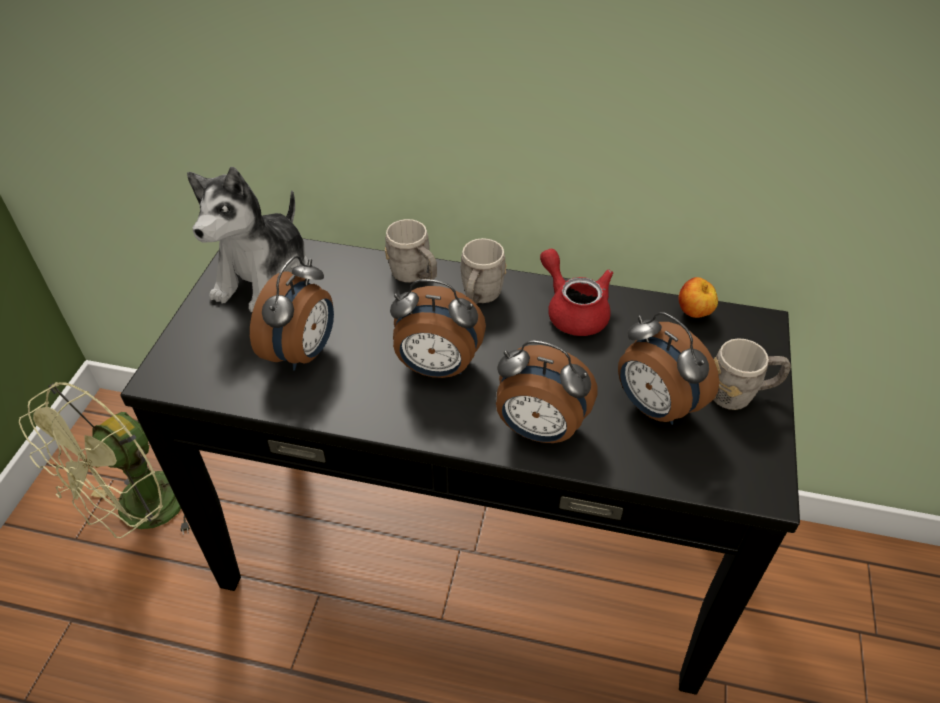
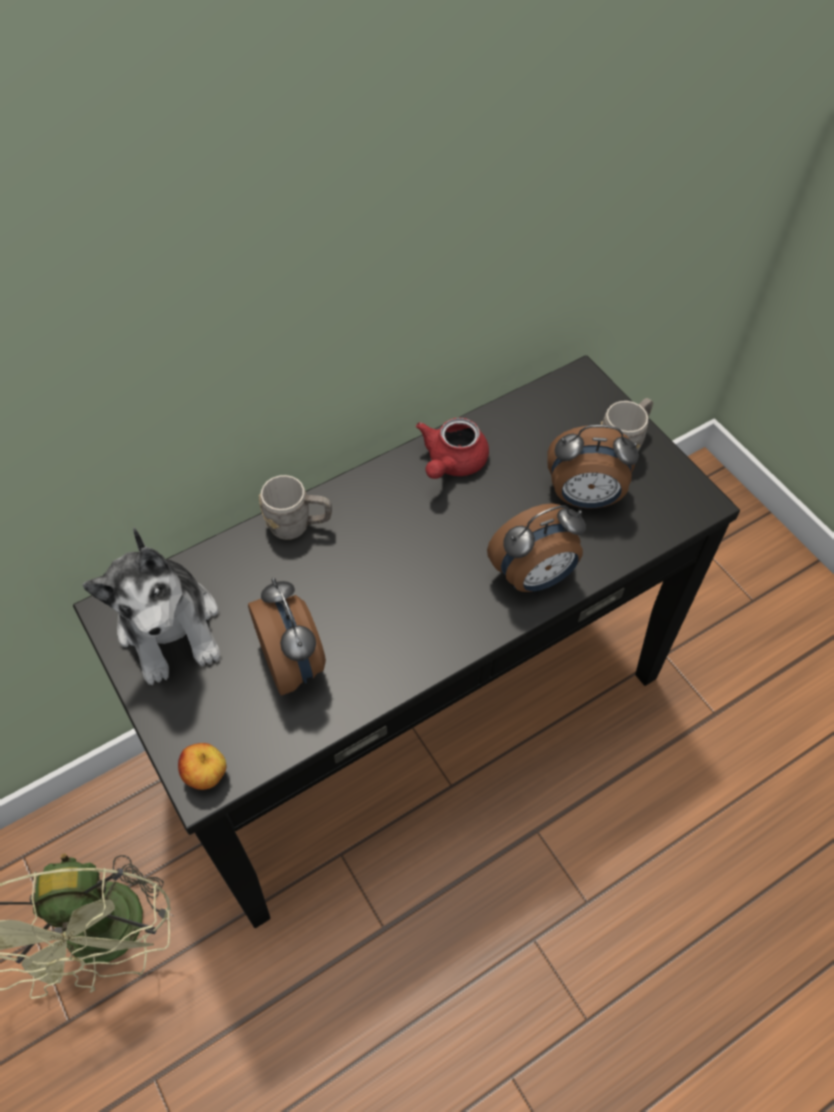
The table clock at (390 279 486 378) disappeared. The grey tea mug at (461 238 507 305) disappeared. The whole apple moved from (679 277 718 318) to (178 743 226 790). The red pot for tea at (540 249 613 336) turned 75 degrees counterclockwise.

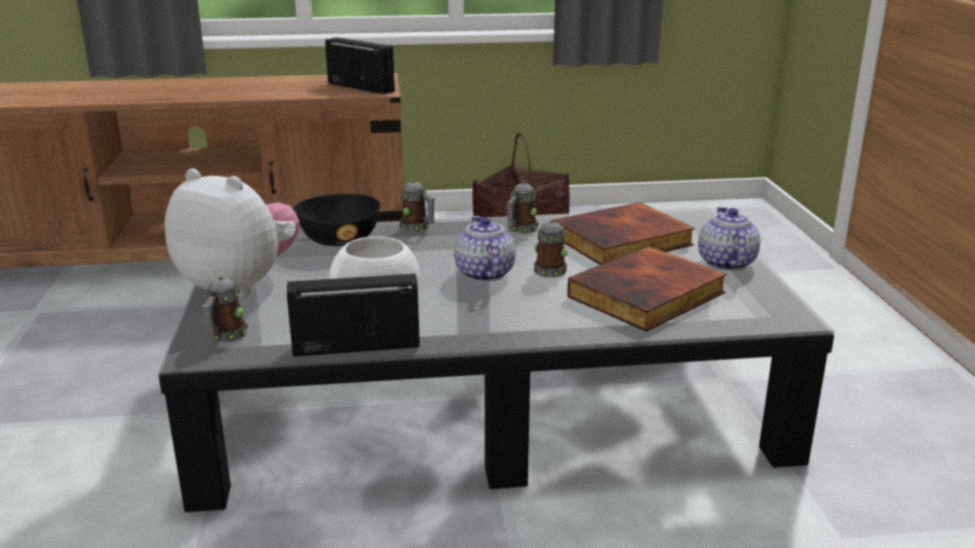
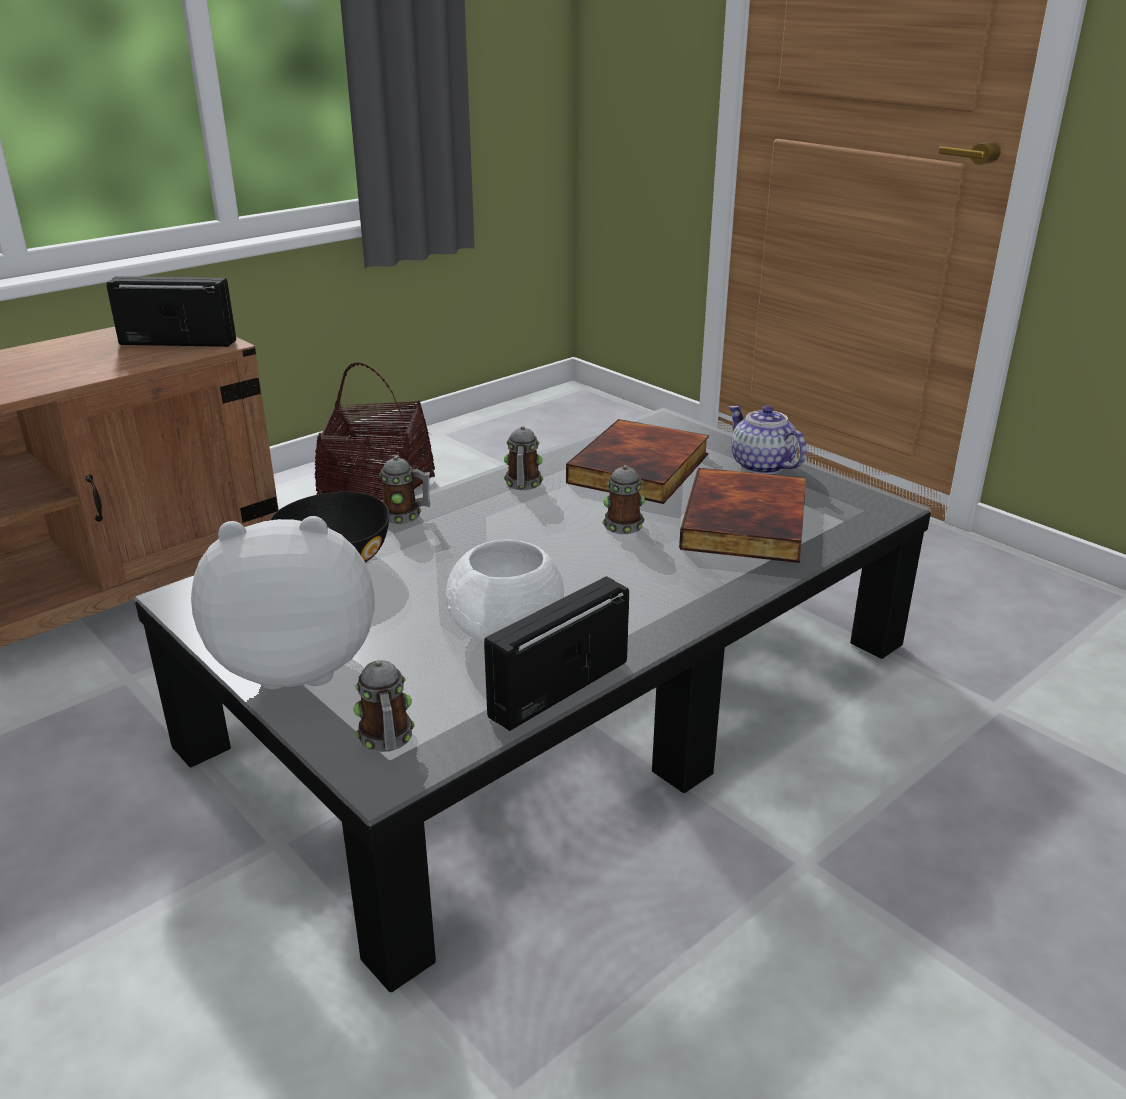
The pot for tea at (454 216 516 282) disappeared.

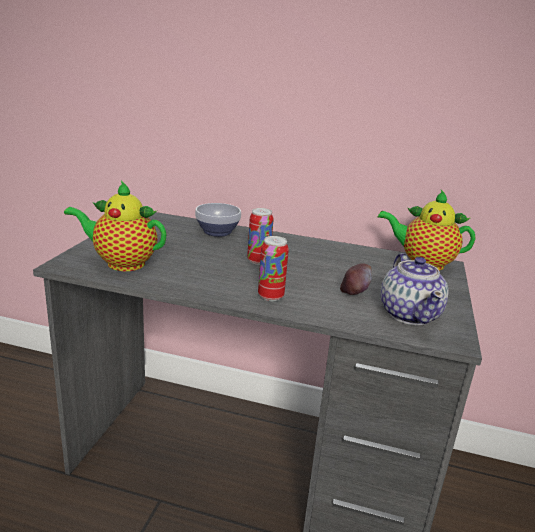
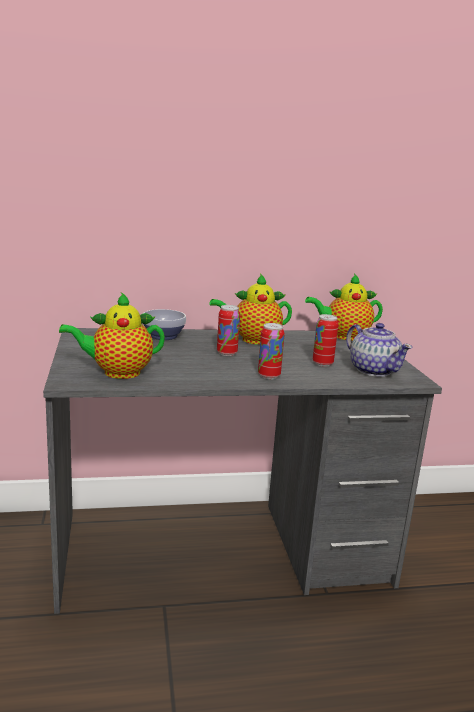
The pot for tea at (209 274 292 345) appeared. The whole apple at (340 263 372 295) was replaced by the metal can at (313 314 339 366).

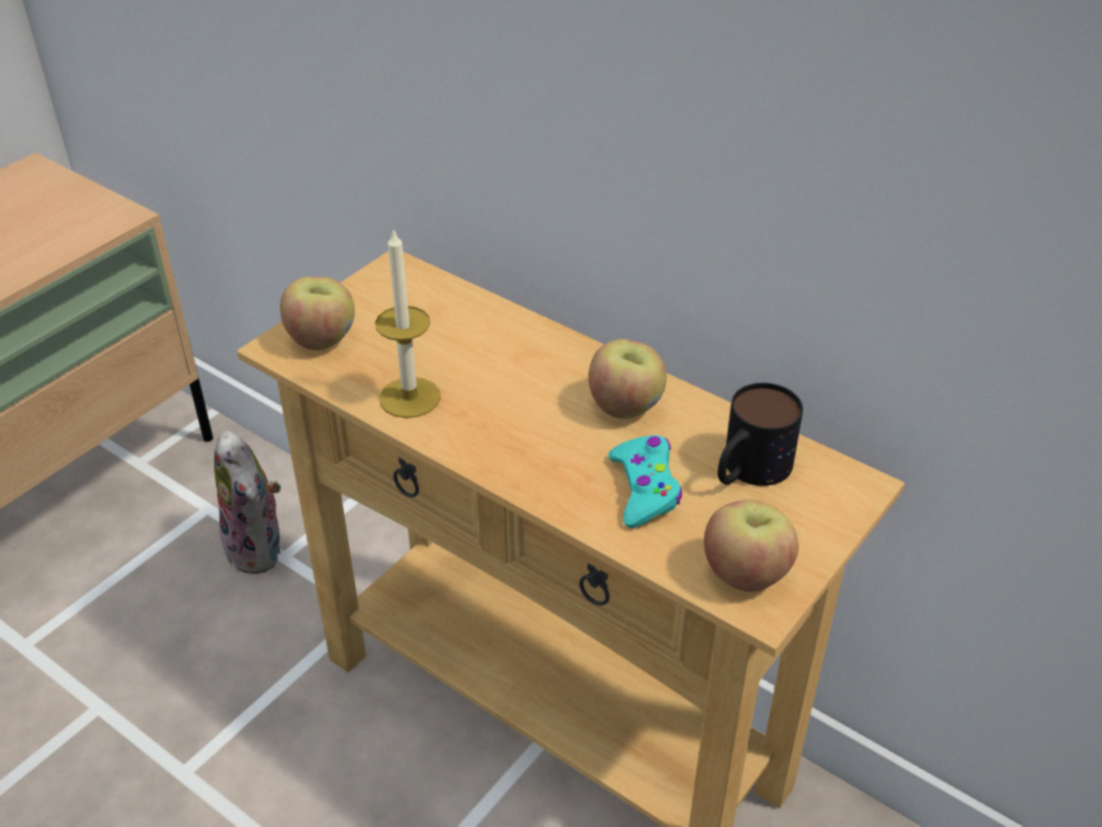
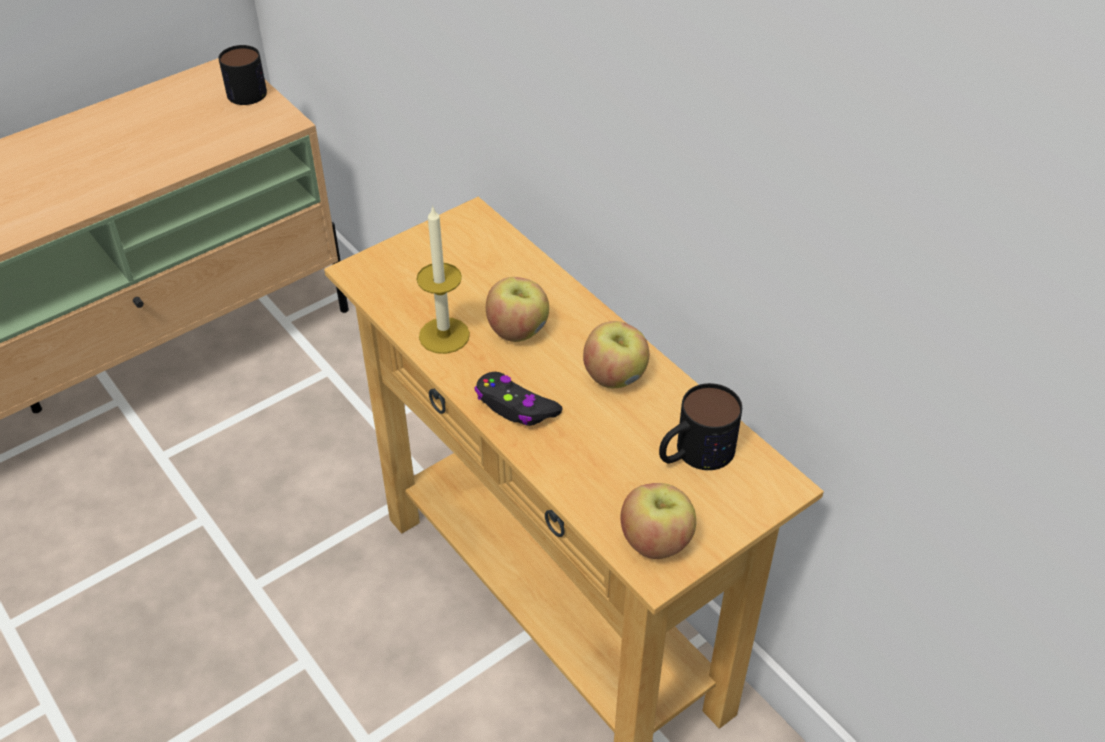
The soft toy at (214 431 281 574) disappeared. The turquoise-coloured gamepad at (608 435 682 528) disappeared. The tea mug at (218 45 267 105) appeared. The black-coloured gamepad at (474 372 563 426) appeared. The whole apple moved from (280 276 355 350) to (486 277 549 342).

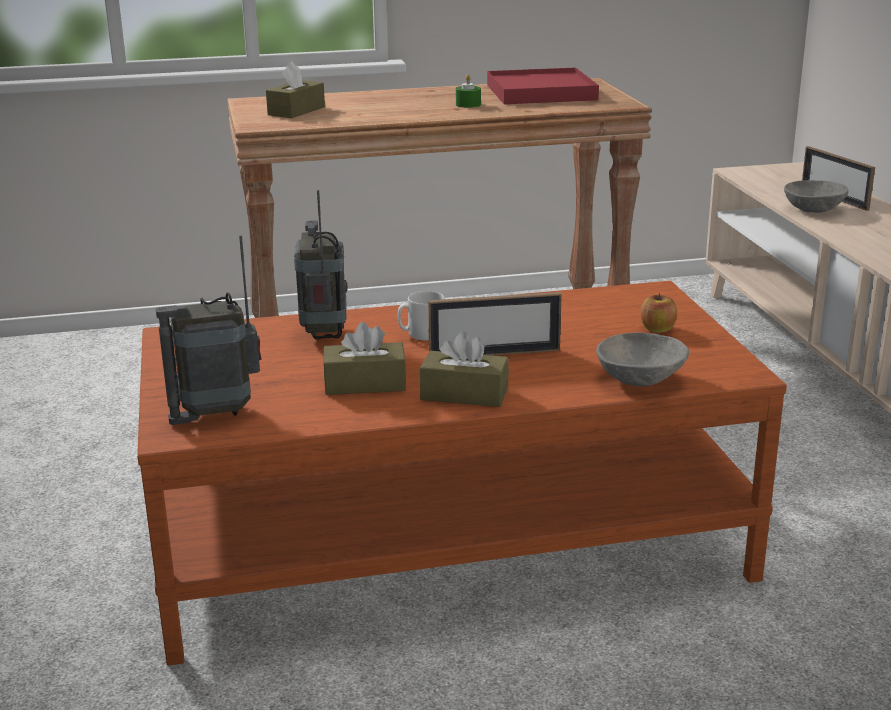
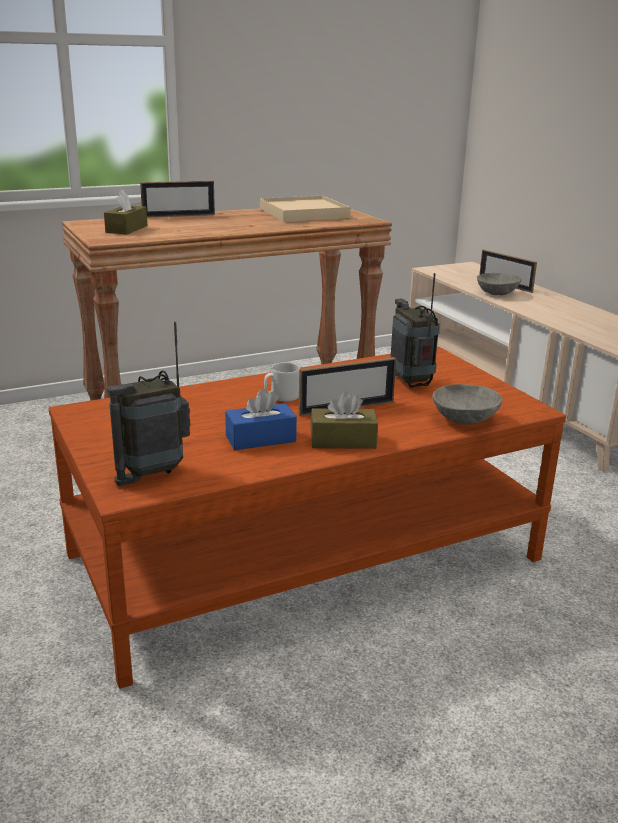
The green-coloured wax light at (456 74 481 108) disappeared. The whole apple at (641 293 677 333) disappeared. The standing frame at (140 181 215 217) appeared. The radio receiver moved from (294 190 348 340) to (390 273 440 388). The brown tissue box at (323 322 406 395) became the blue-coloured tissue box at (225 389 297 450). The red serving tray at (487 68 599 104) became the beige serving tray at (260 196 351 222).

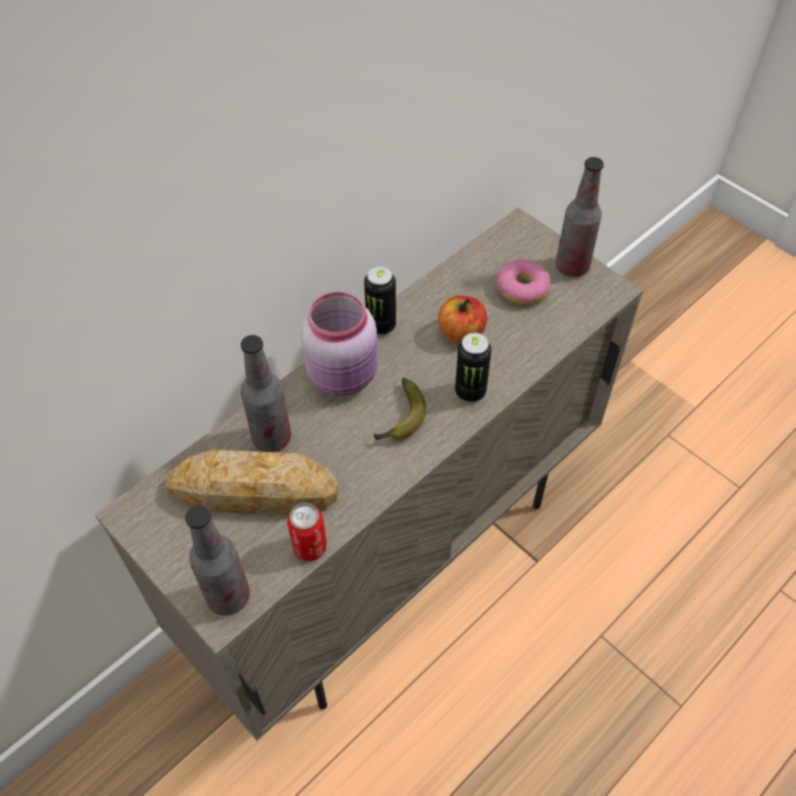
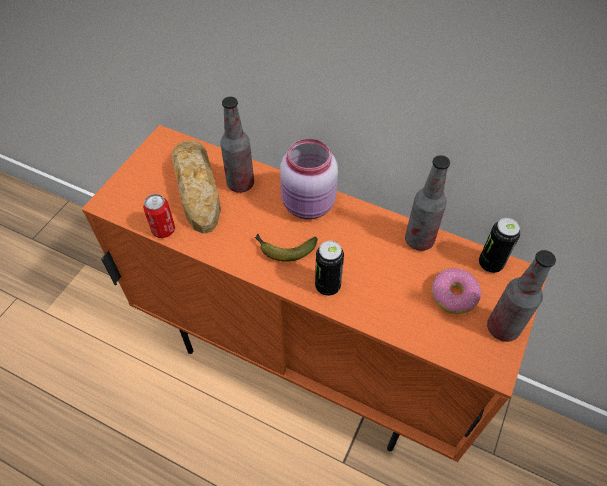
The whole apple at (438 296 487 343) disappeared. The drink bottle moved from (185 505 250 615) to (405 155 450 251). The metal can moved from (364 266 396 335) to (479 218 520 273). The beige storage cabinet at (95 208 643 741) became the orangey storage cabinet at (82 125 547 462).

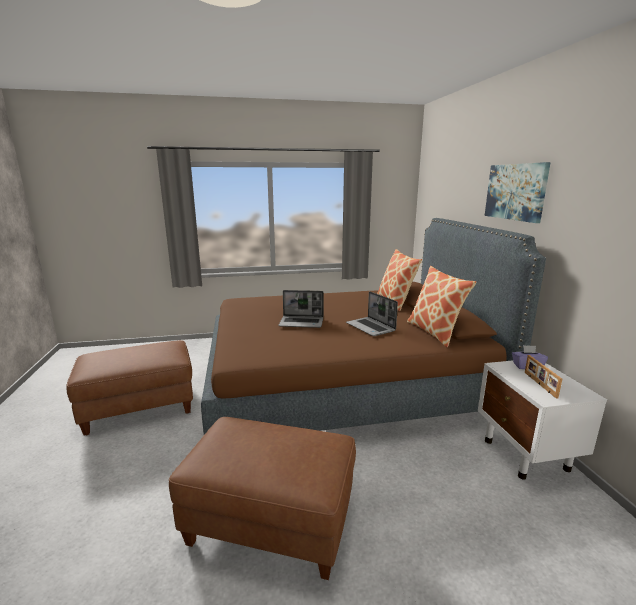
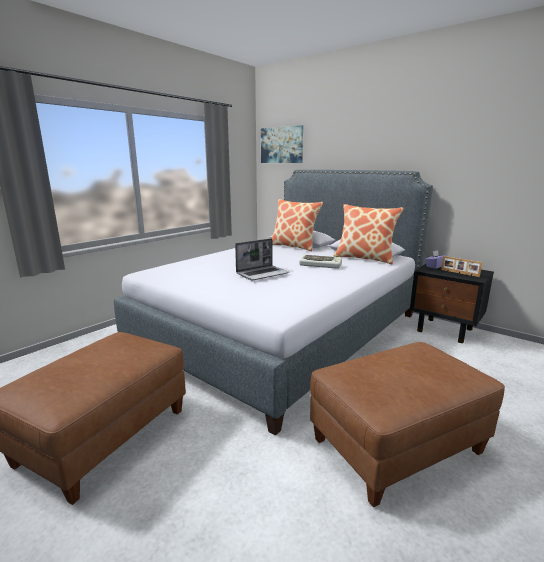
The picture moved from (485 162 551 223) to (261 125 303 163). The laptop at (346 291 398 336) was replaced by the PC keyboard at (299 255 342 269). The brown bed at (201 218 546 435) became the grey bed at (114 170 433 436). The white-coloured night table at (478 360 607 480) became the black-coloured night table at (410 264 494 343).

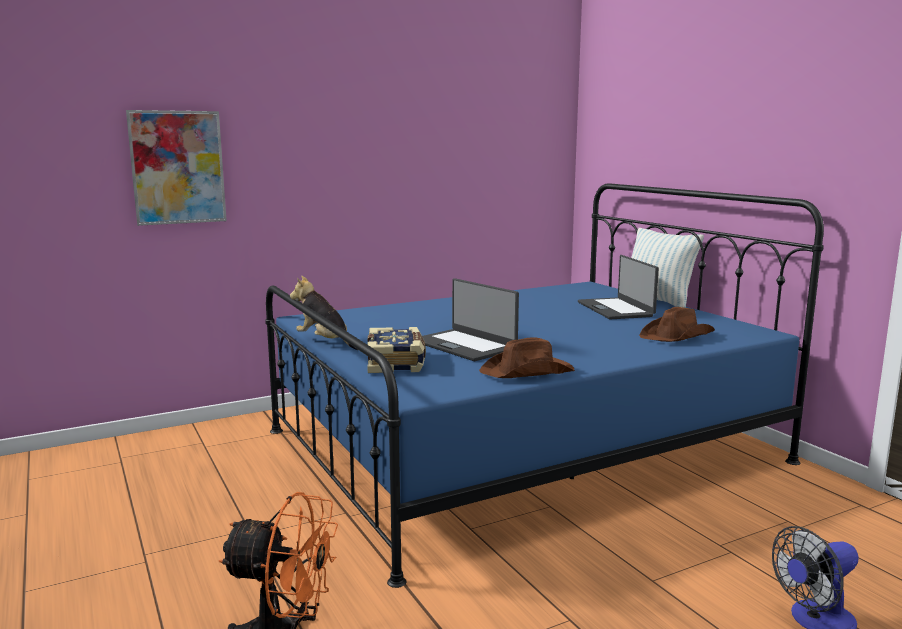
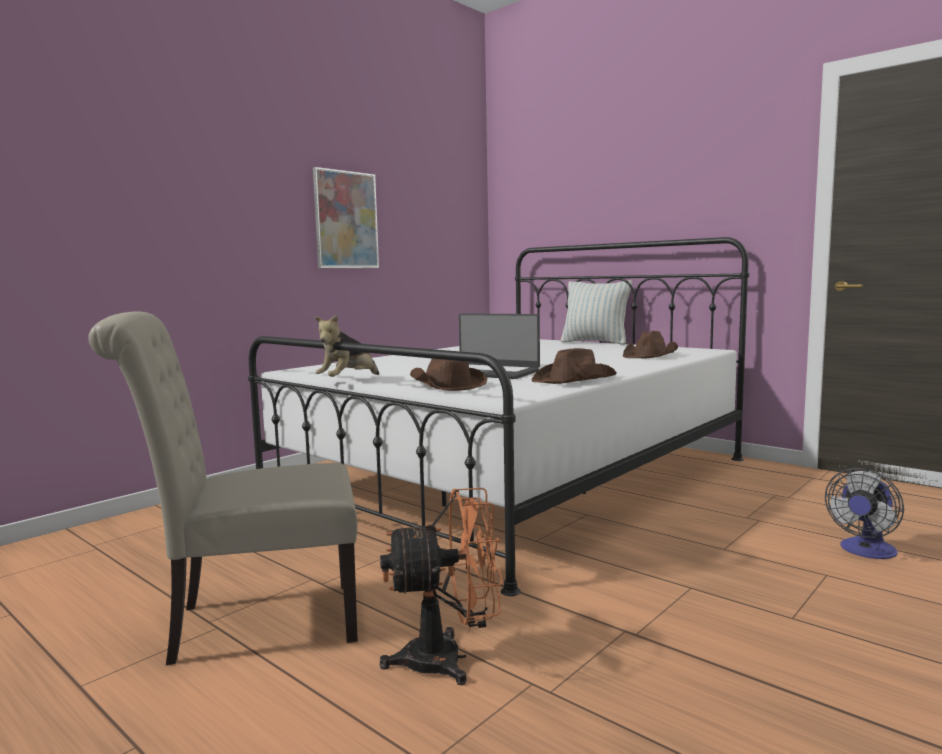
The laptop at (578 255 659 319) disappeared. The beige plain chair at (88 311 358 665) appeared. The picture moved from (126 110 227 226) to (313 167 379 268). The volume at (367 327 426 373) was replaced by the brown hat at (410 359 487 391). The blue-coloured bed at (265 183 824 588) became the white-coloured bed at (248 237 749 596). The soft toy at (290 276 358 350) turned 75 degrees counterclockwise.

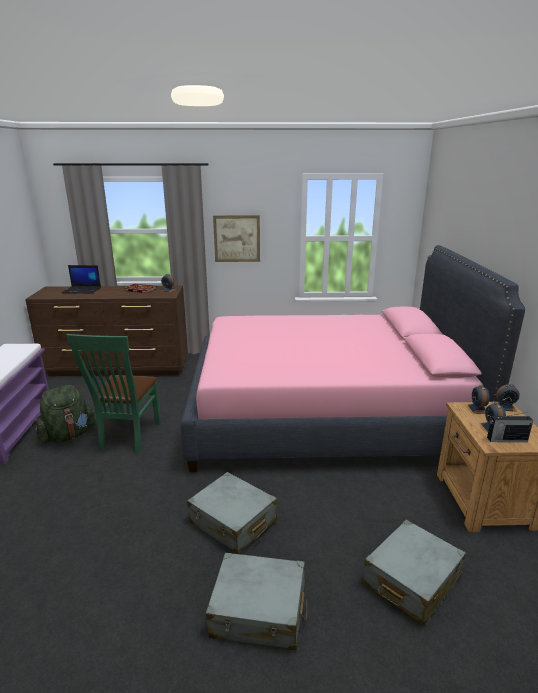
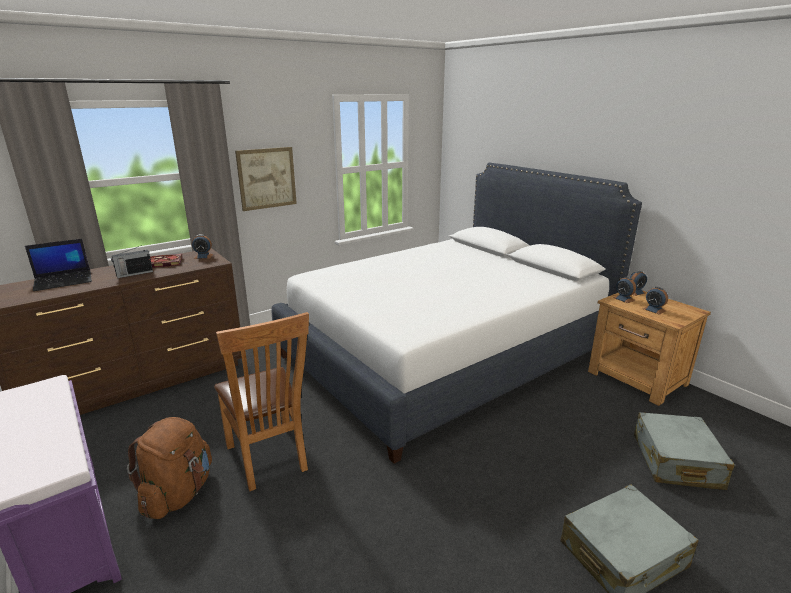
The grey suitcase at (187 472 277 554) disappeared. The radio receiver moved from (487 412 533 442) to (111 245 153 278). The green-coloured knapsack at (35 385 96 443) became the brown knapsack at (127 417 212 519). The green-coloured plain chair at (66 334 161 453) became the brown plain chair at (214 312 309 491). The pinkish bed at (181 245 525 472) became the white-coloured bed at (271 163 642 464).

